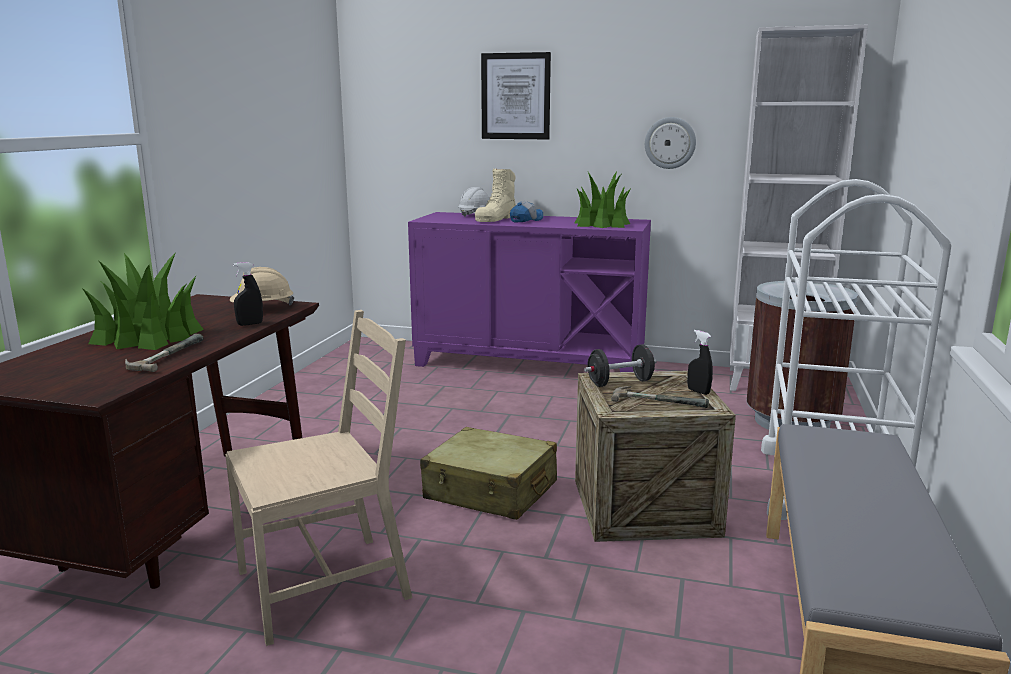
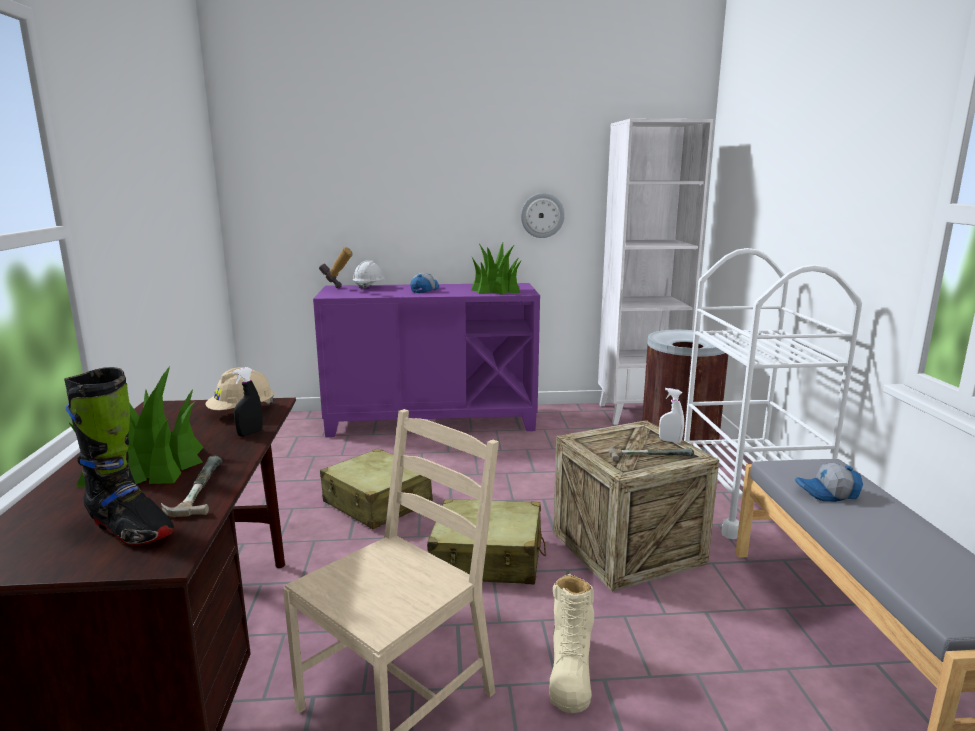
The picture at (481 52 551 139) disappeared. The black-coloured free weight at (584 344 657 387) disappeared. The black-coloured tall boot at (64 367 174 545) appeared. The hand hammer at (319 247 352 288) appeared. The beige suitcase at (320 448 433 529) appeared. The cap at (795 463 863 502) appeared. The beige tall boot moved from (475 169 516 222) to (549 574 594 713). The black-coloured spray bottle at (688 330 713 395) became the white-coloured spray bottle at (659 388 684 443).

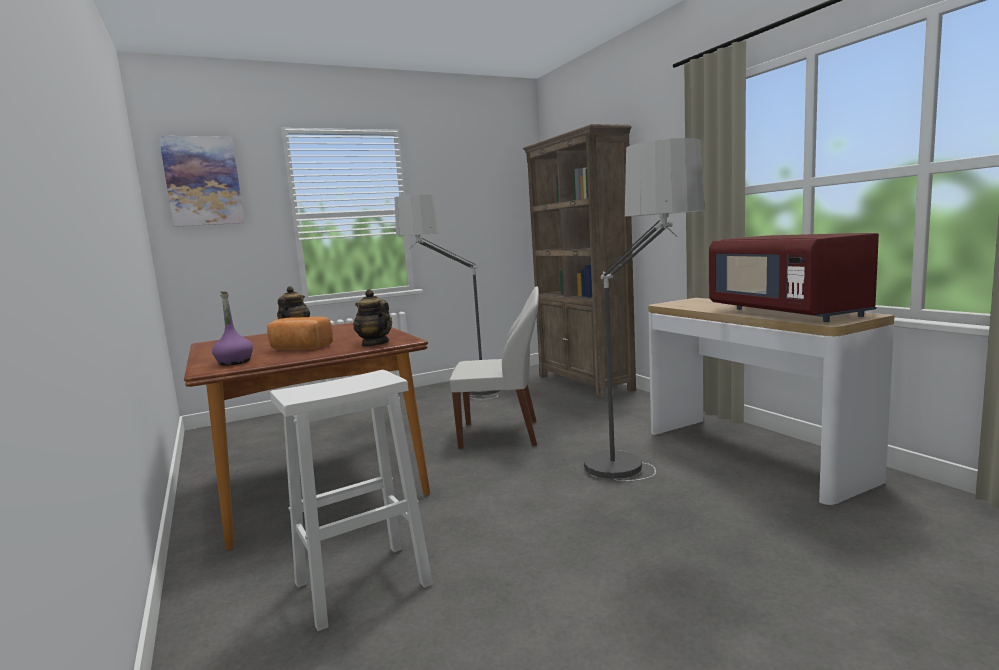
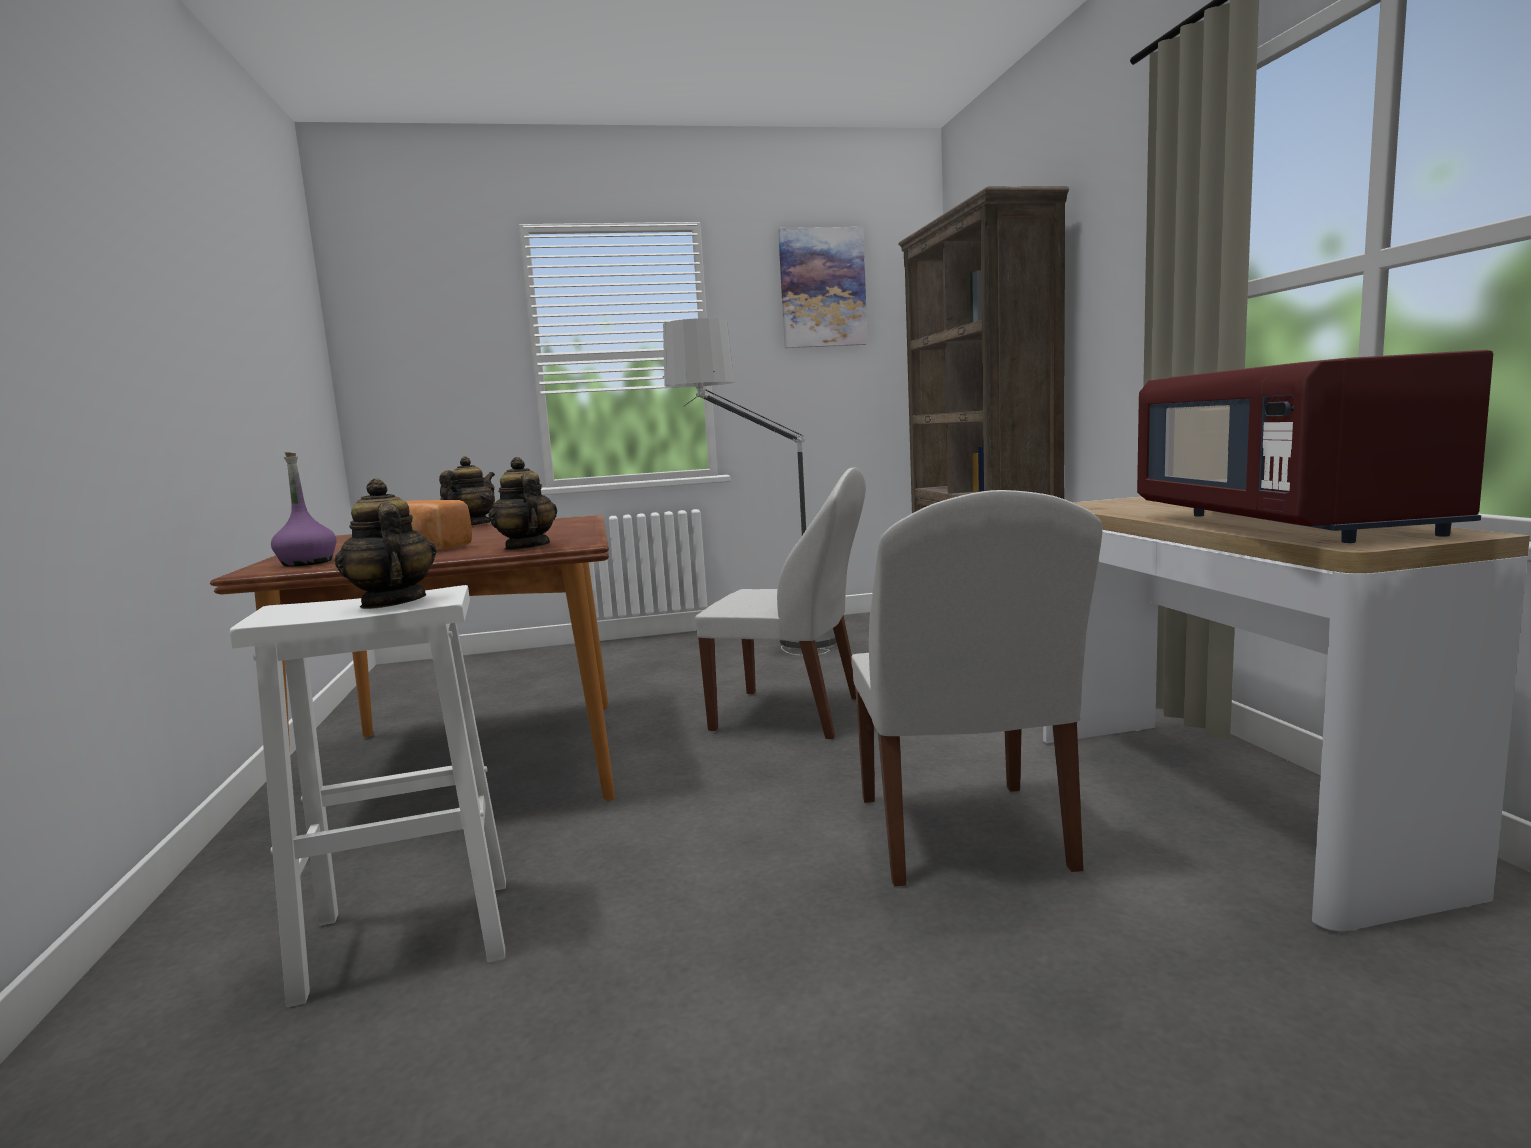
The pot for tea at (335 479 437 609) appeared. The picture moved from (159 136 244 227) to (778 227 868 348). The standard lamp at (584 138 705 481) was replaced by the white-coloured plain chair at (851 490 1102 886).

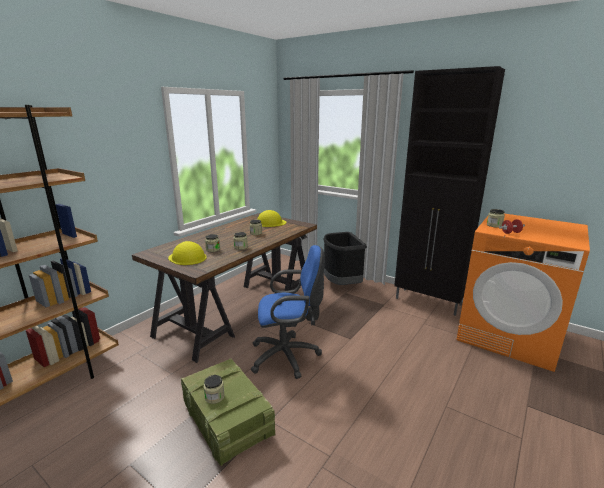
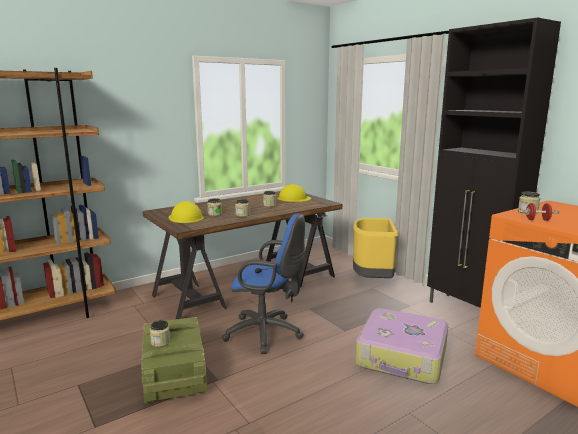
The suitcase at (355 308 448 384) appeared. The black-coloured rubbish bin at (323 232 367 285) became the yellow rubbish bin at (353 218 399 278).

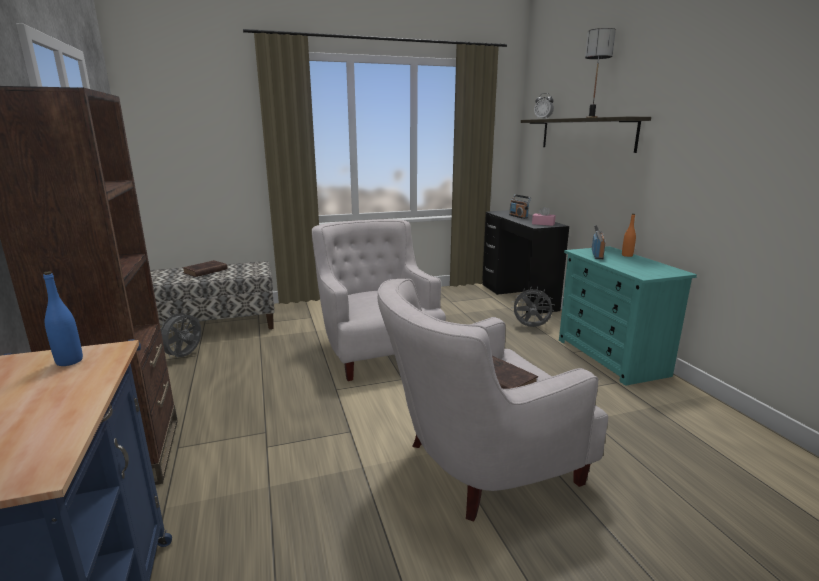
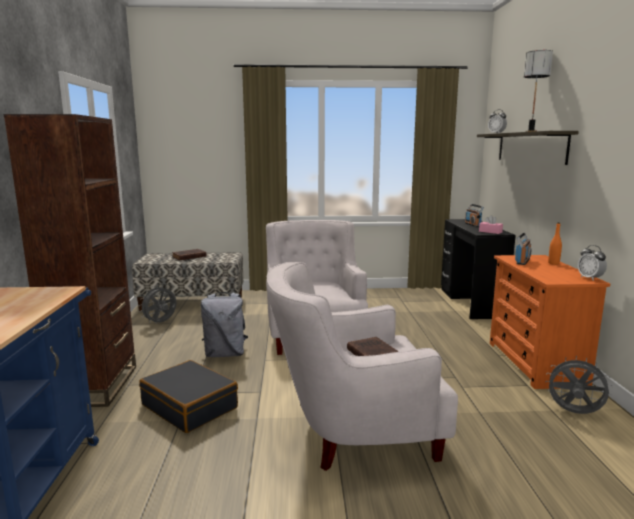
The blue-coloured drink bottle at (43 271 83 366) disappeared. The black-coloured suitcase at (139 360 238 433) appeared. The grey knapsack at (201 292 248 357) appeared. The table clock at (578 245 607 281) appeared. The grey fan moved from (511 287 555 327) to (545 356 613 414). The turquoise-coloured drawer chest at (559 246 697 386) became the orangey drawer chest at (490 255 610 389).

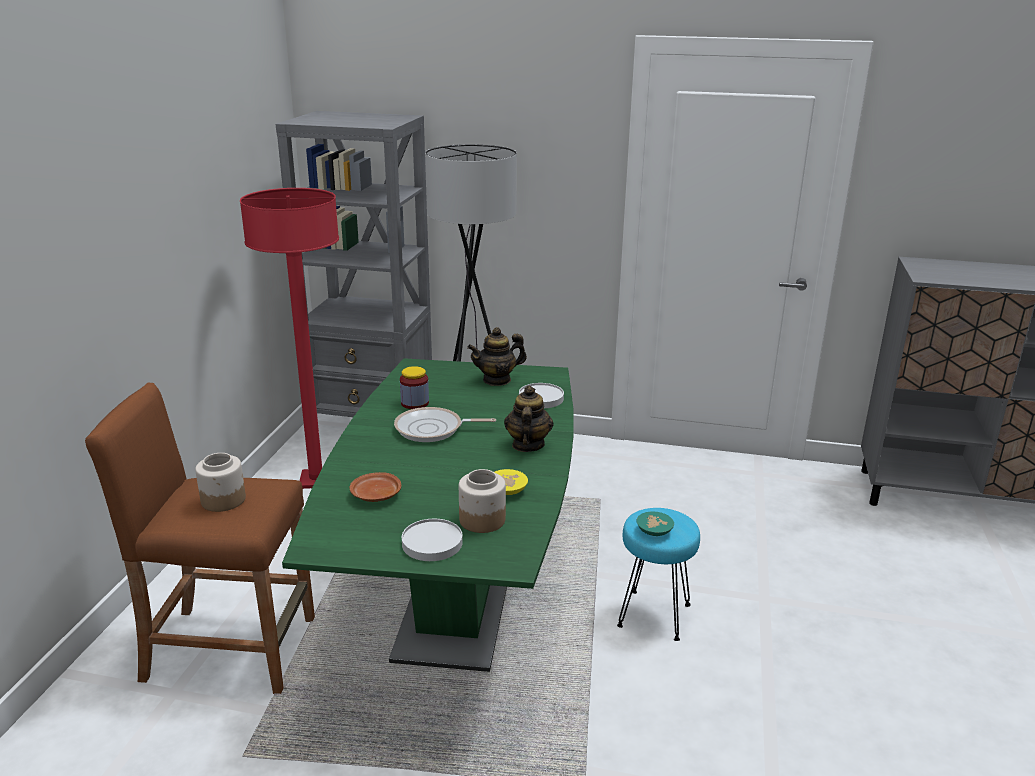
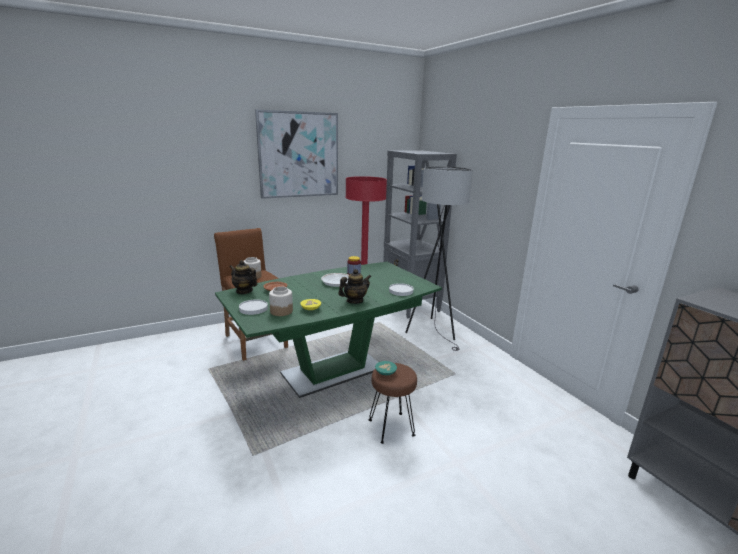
The picture at (255 110 338 199) appeared. The pot for tea moved from (467 327 527 386) to (230 260 257 294). The turquoise-coloured stool seat at (617 508 700 641) became the brown stool seat at (369 363 417 444).

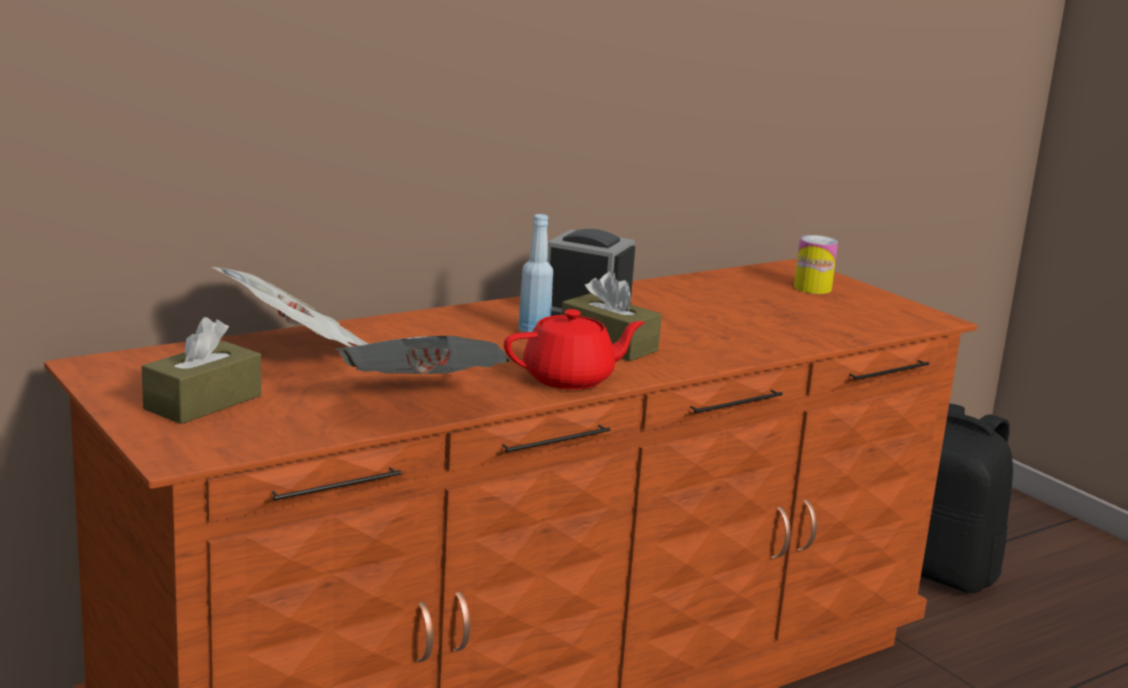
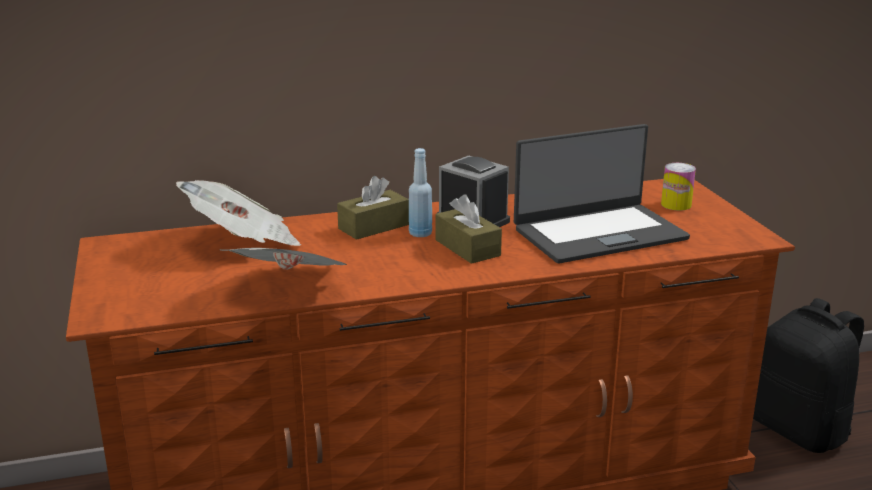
The red pot for tea at (504 309 645 390) disappeared. The laptop at (514 124 690 263) appeared. The brown tissue box moved from (142 317 261 424) to (337 176 409 240).

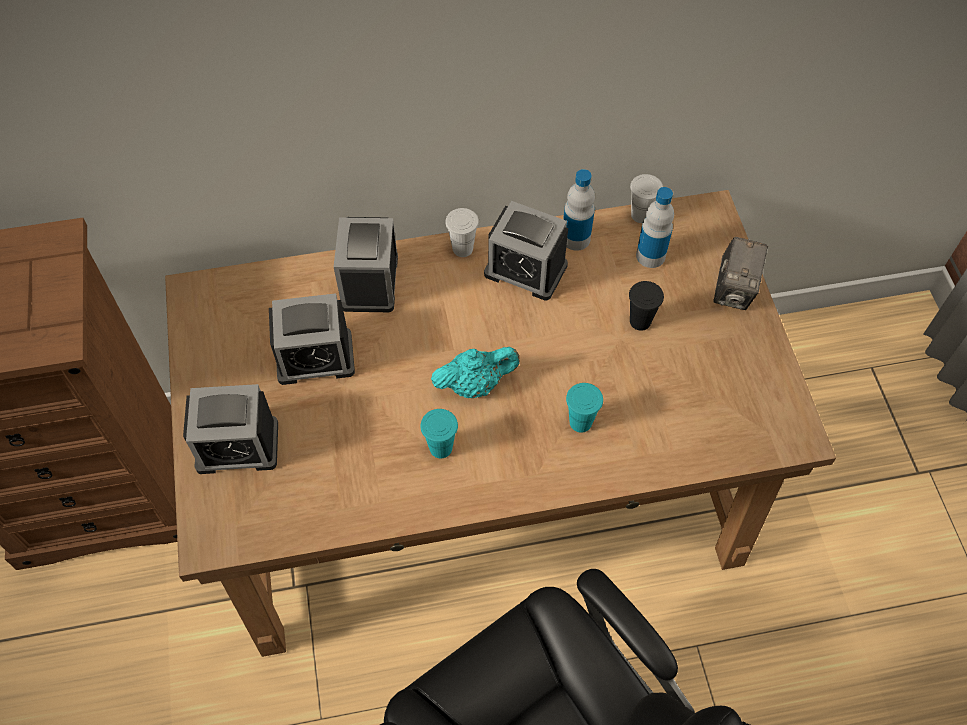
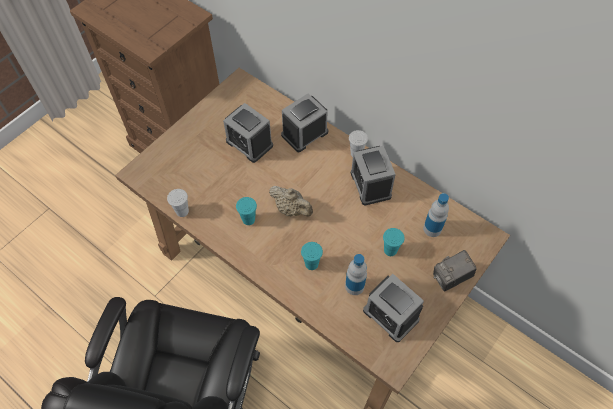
The table clock moved from (183 384 278 474) to (363 274 424 342). The drink bottle moved from (563 169 595 251) to (345 254 367 295). The white-coloured drinking cup moved from (630 174 663 223) to (167 189 189 217). The turquoise-coloured pot for tea at (431 347 520 398) became the beige pot for tea at (269 186 313 216). The black-coloured drinking cup at (629 281 664 331) became the turquoise-coloured drinking cup at (383 228 405 256).

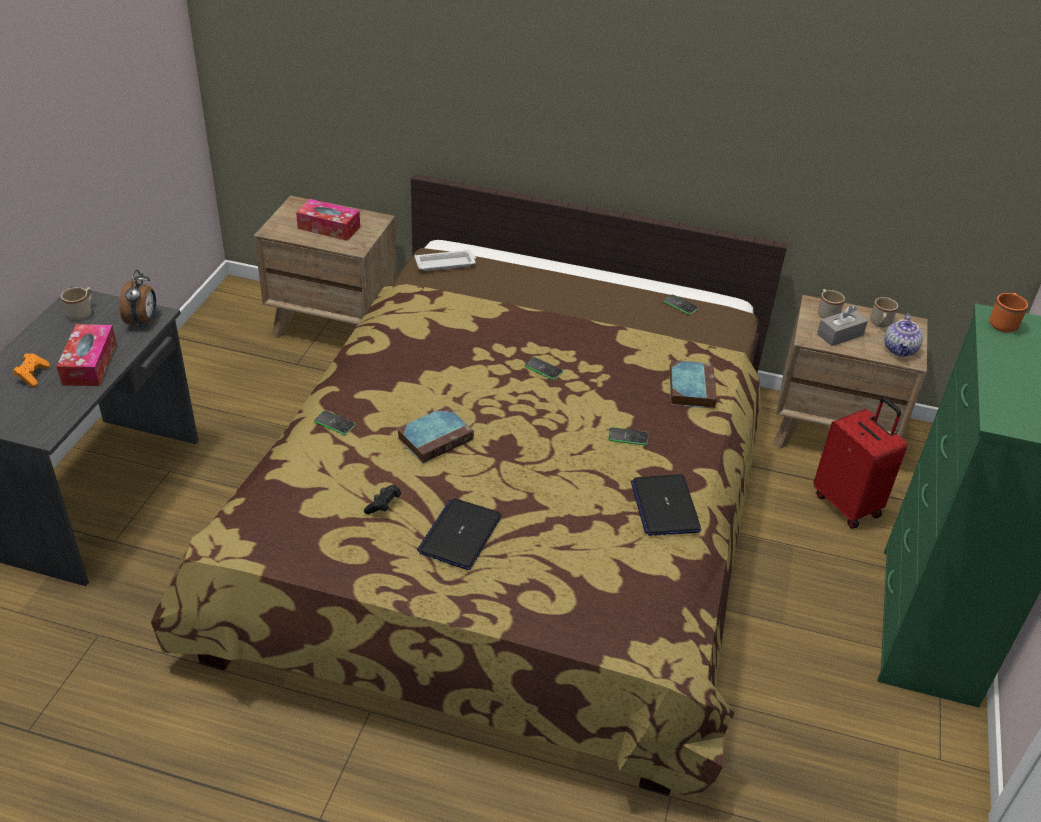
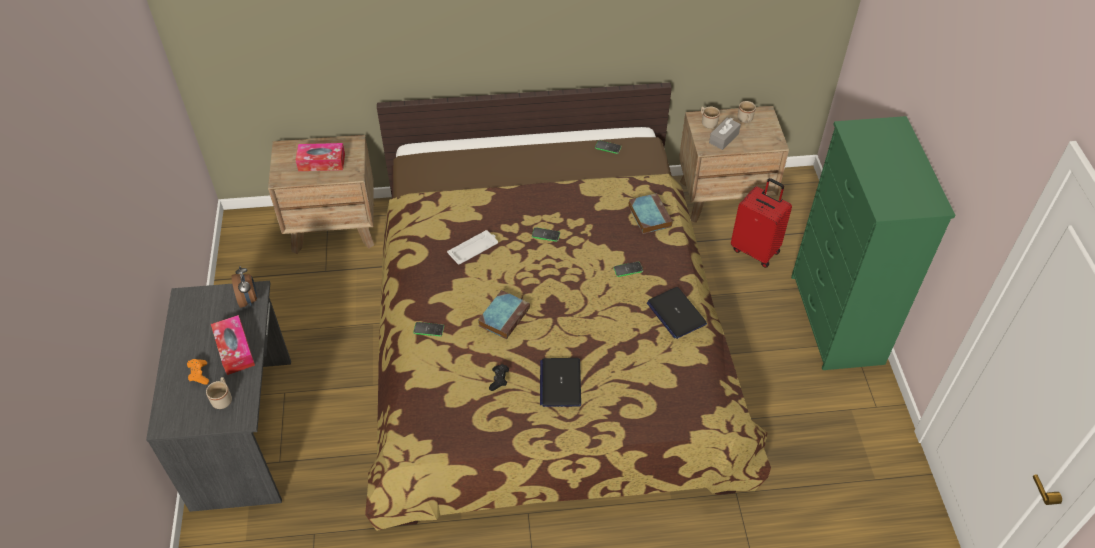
The pot for tea at (884 314 923 357) disappeared. The orangey tea mug at (989 293 1028 333) disappeared. The beige tea mug moved from (61 287 92 321) to (206 377 232 409). The white-coloured serving tray moved from (415 250 476 271) to (447 230 498 264).

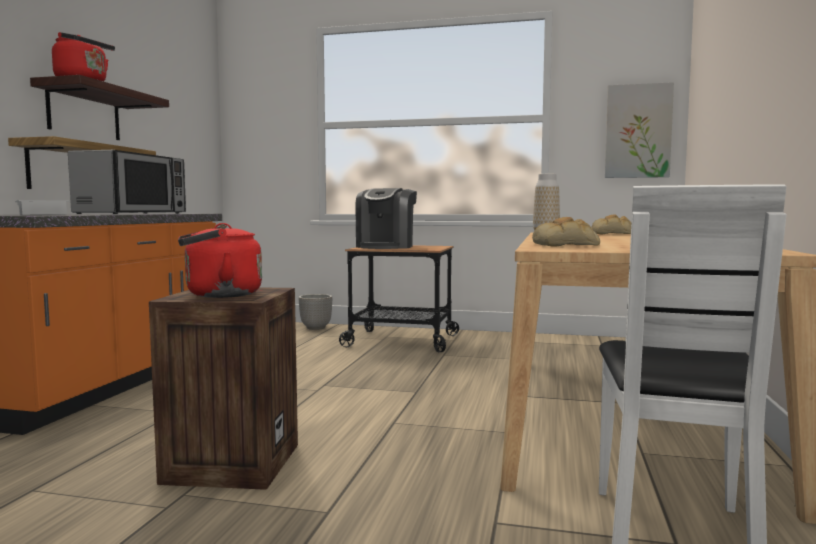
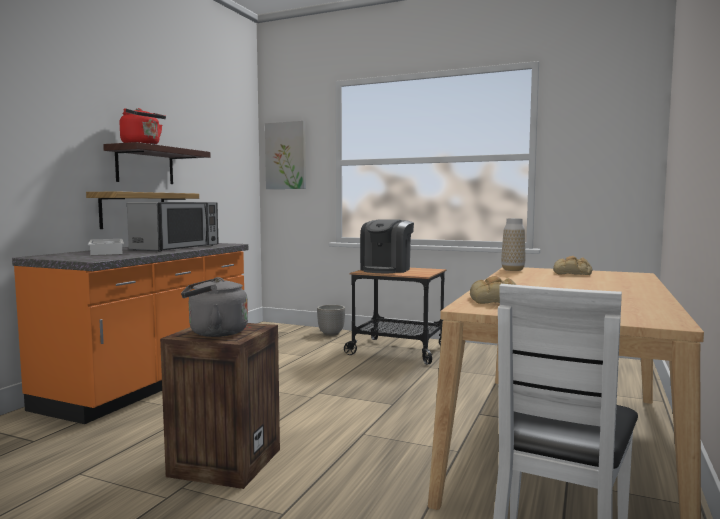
The picture moved from (605 82 674 178) to (265 121 306 189). The red water kettle at (178 223 262 298) became the grey water kettle at (181 277 248 337).

